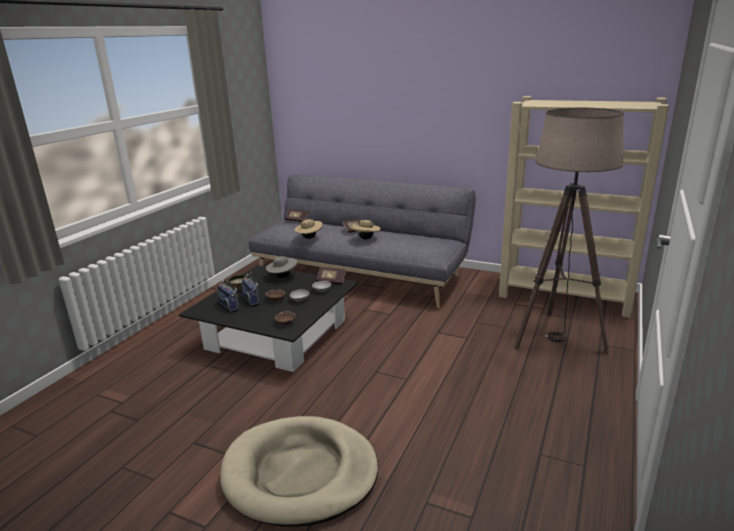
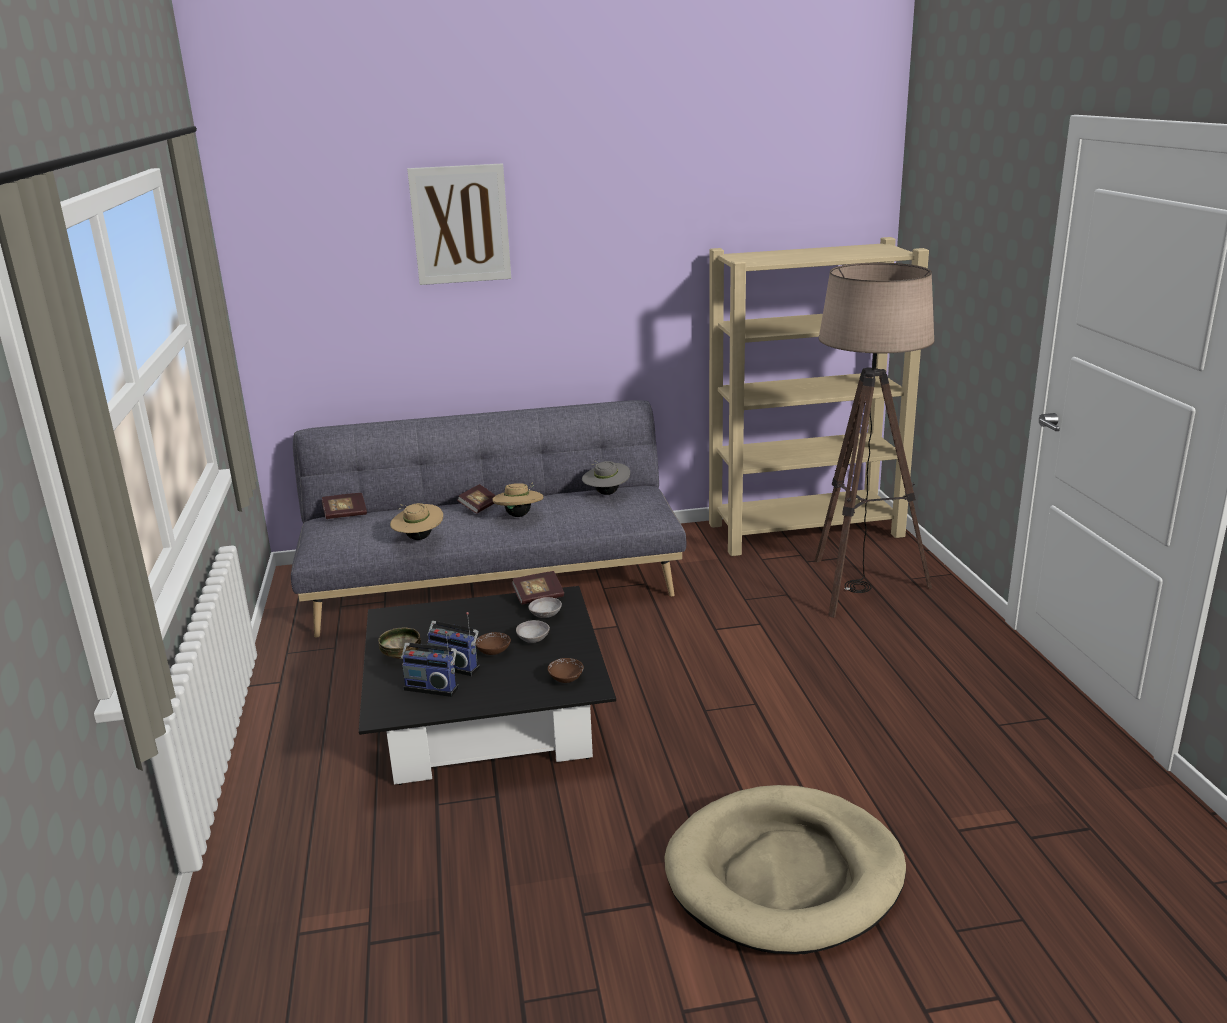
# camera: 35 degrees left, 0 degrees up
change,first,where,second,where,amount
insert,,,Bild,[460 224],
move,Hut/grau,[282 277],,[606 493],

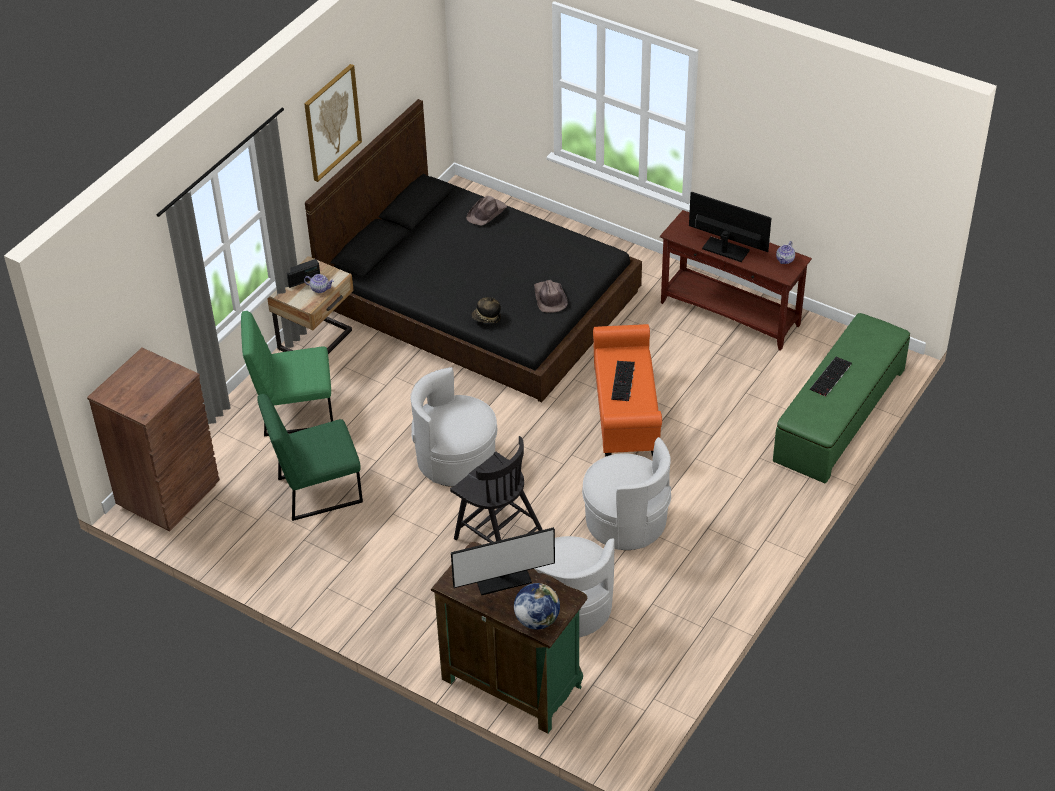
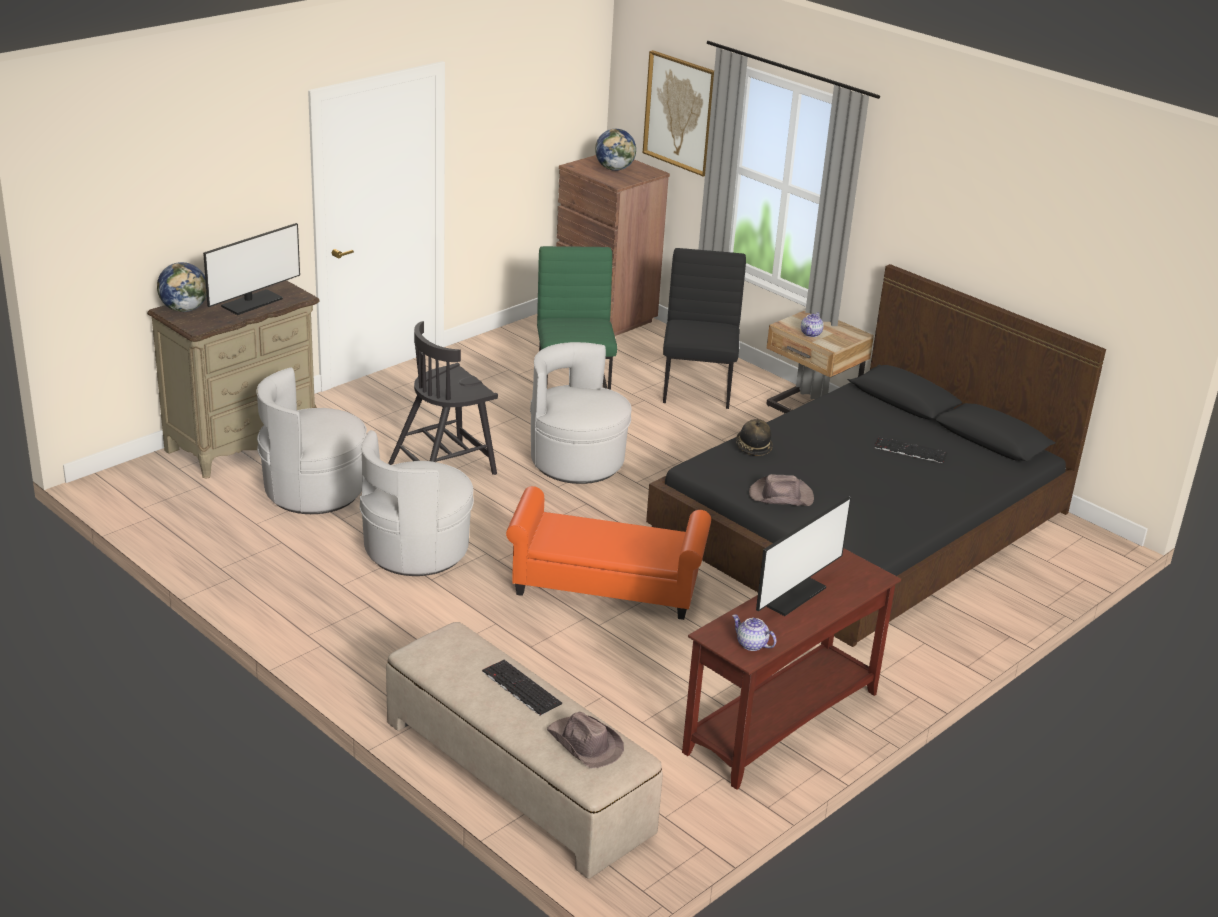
# camera: 100 degrees right, 15 degrees down
change,first,where,second,where,amount
delete,Radio,[303 280],,,
insert,,,Globus,[614 169],
move,Bild,[332 122],,[680 112],
move,Hut/braun,[487 213],,[584 744],
move,Tastatur,[623 381],,[909 450],
recolor,Stuhl/grün,[294 411],Stuhl/schwarz,[698 386],
recolor,Kommode/grün,[513 681],Kommode/beige,[245 444],
recolor,Bank/grün,[840 415],Bank/beige,[515 775],
rotate,Sessel/weiß,[456 461],,[577 462],75 degrees counterclockwise
rotate,Monitor,[503 580],,[252 303],135 degrees counterclockwise

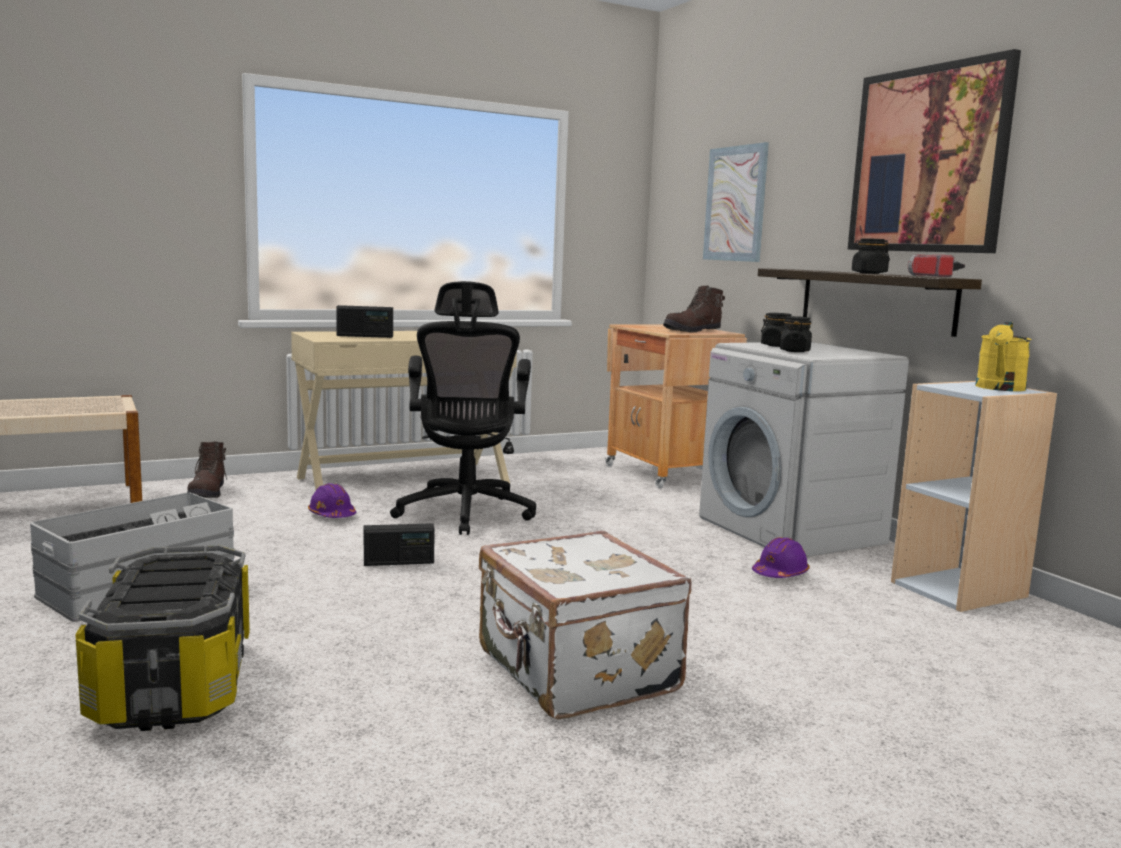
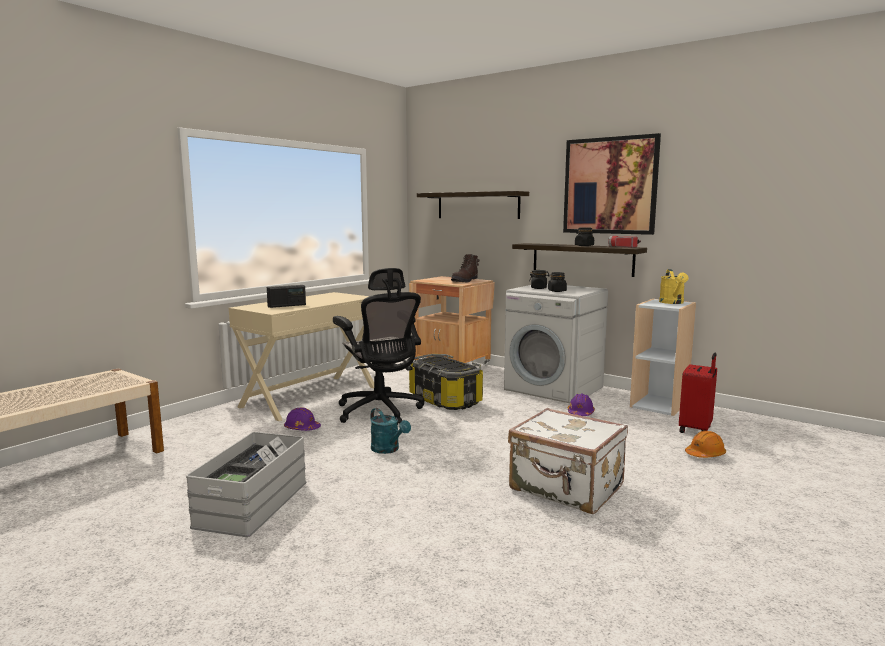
# camera: 25 degrees left, 0 degrees up
change,first,where,second,where,amount
delete,Stiefel/braun,[208 493],,,
insert,,,Koffer/rot,[696 429],
insert,,,Schutzhelm/orange,[705 454],
move,Aufbewahrungsbox,[172 683],,[445 400],
replace,Radio,[398 562],Gießkanne/türkis,[388 450],
replace,Bild,[735 204],Wandregal,[477 205],

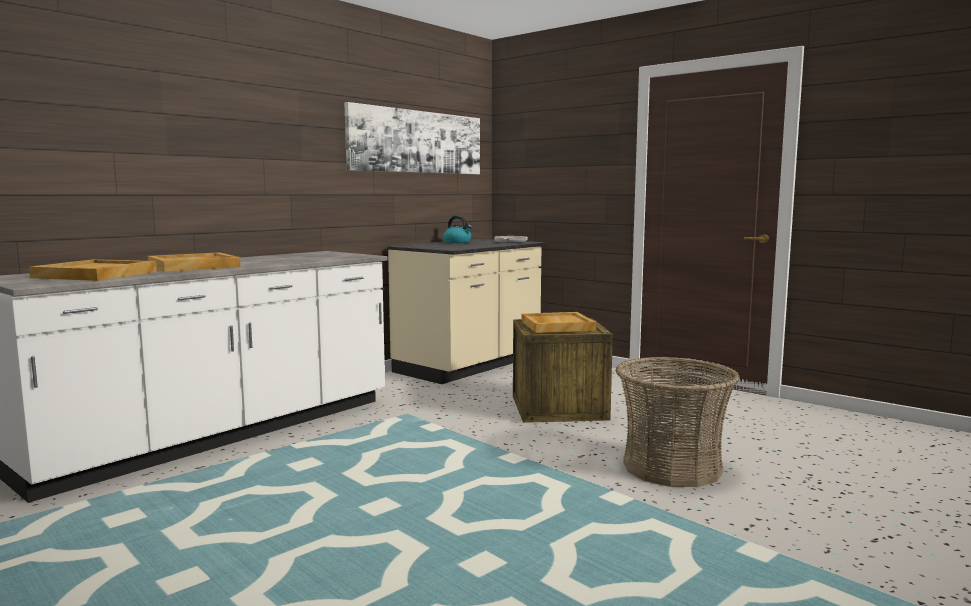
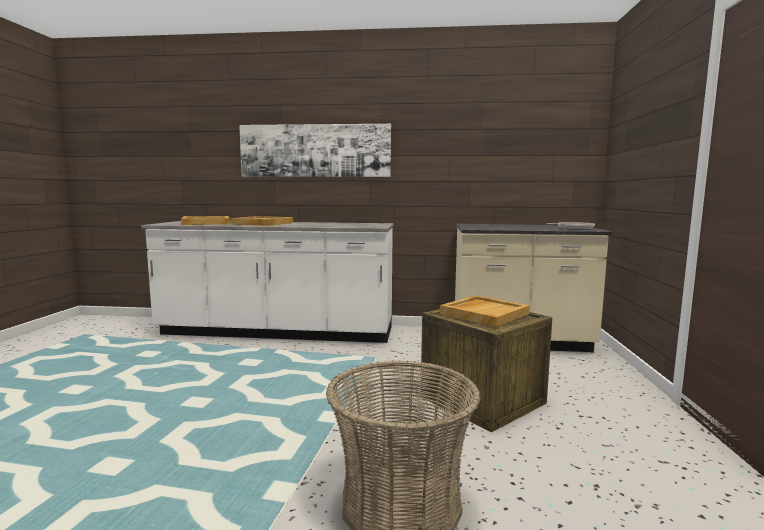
# camera: 55 degrees right, 0 degrees up
change,first,where,second,where,amount
delete,Wasserkessel,[458 242],,,
move,Bild,[417 142],,[315 151],

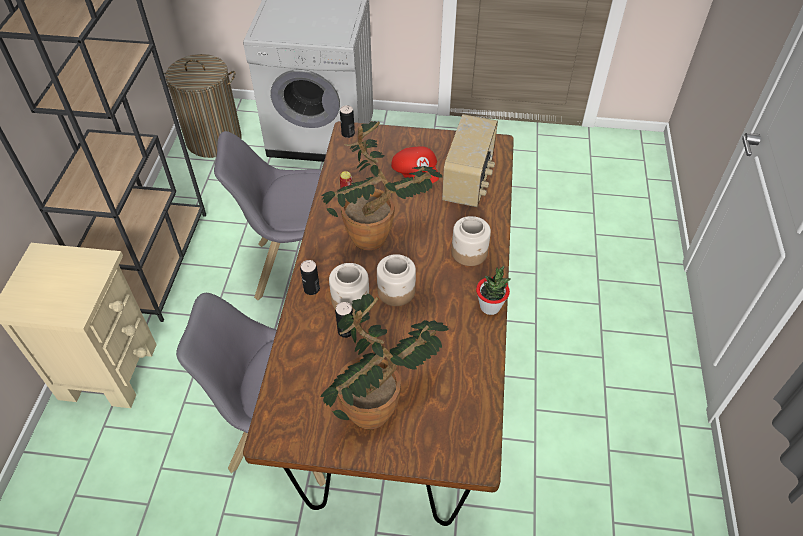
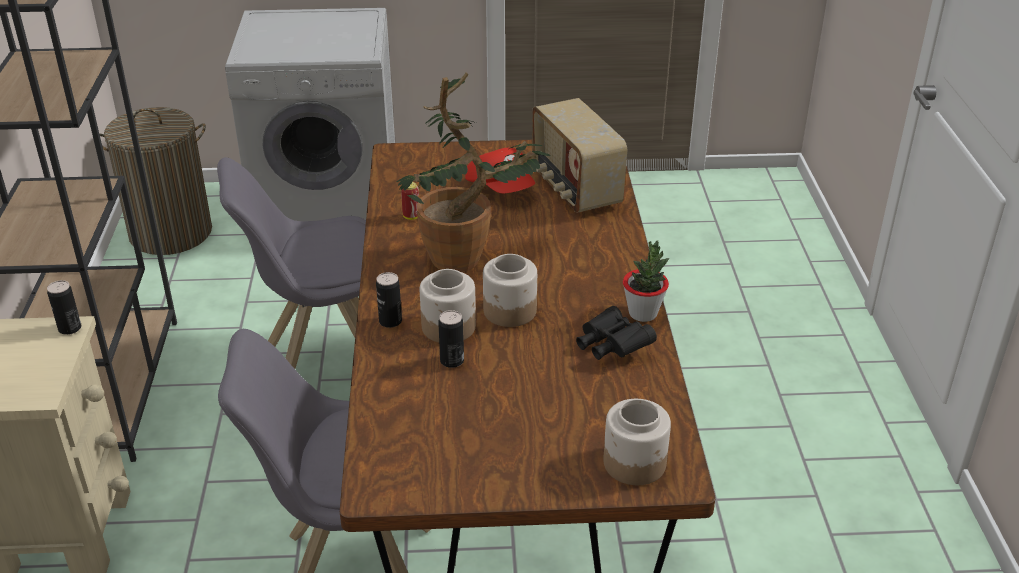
# camera: 10 degrees left, 15 degrees down
change,first,where,second,where,amount
delete,Topfpflanze,[381 407],,,
insert,,,Fernglas/schwarz,[611 346],
move,Dose,[348 134],,[70 328],
move,Vorratsglas,[469 252],,[635 463],
rotate,Radio,[469 182],,[574 189],150 degrees clockwise

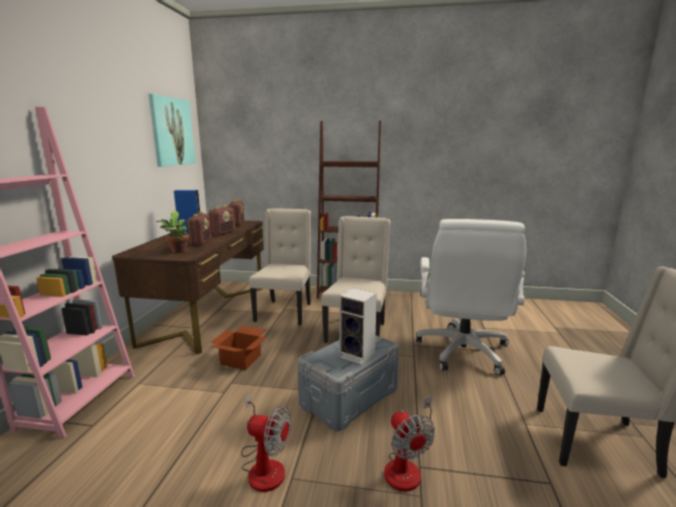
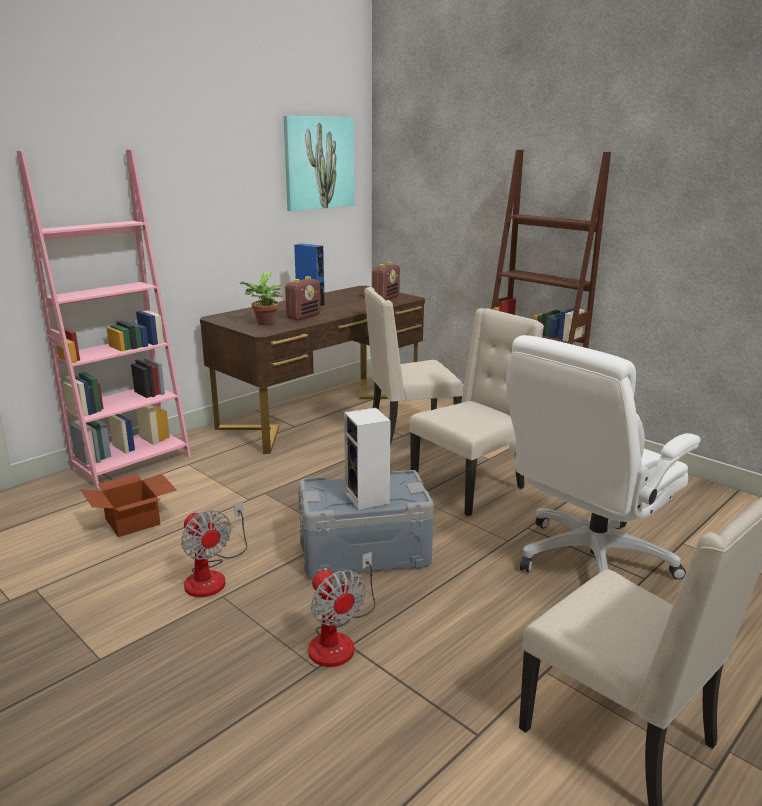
# camera: 35 degrees right, 5 degrees up
change,first,where,second,where,amount
delete,Radio,[223 233],,,
move,Karton,[242 359],,[134 521],
rotate,Stuhl/beige,[284 312],,[409 435],150 degrees counterclockwise
rotate,Ventilator,[407 466],,[338 639],45 degrees counterclockwise

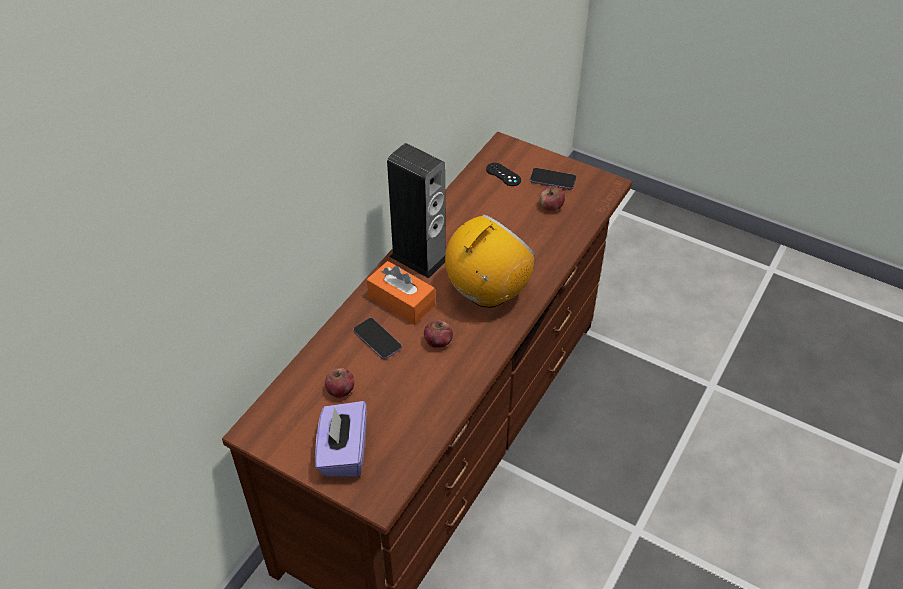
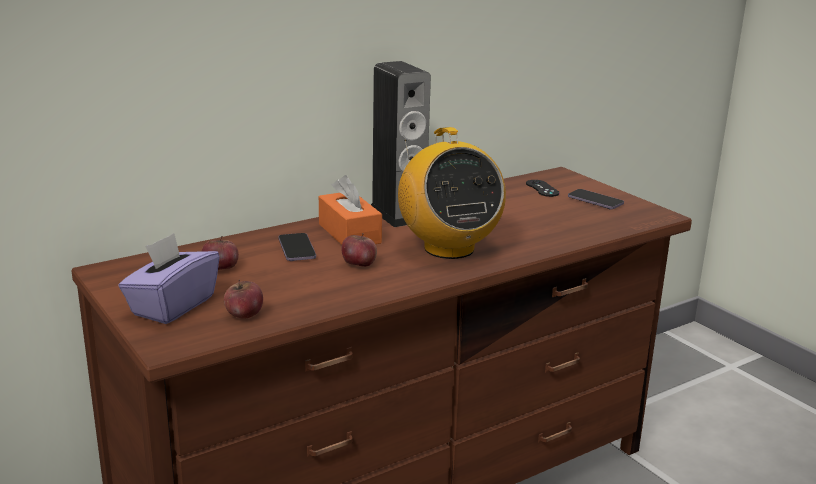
# camera: 25 degrees right, 25 degrees down
change,first,where,second,where,amount
move,Apfel,[551 206],,[244 315],
rotate,Radio,[487 292],,[448 248],90 degrees clockwise

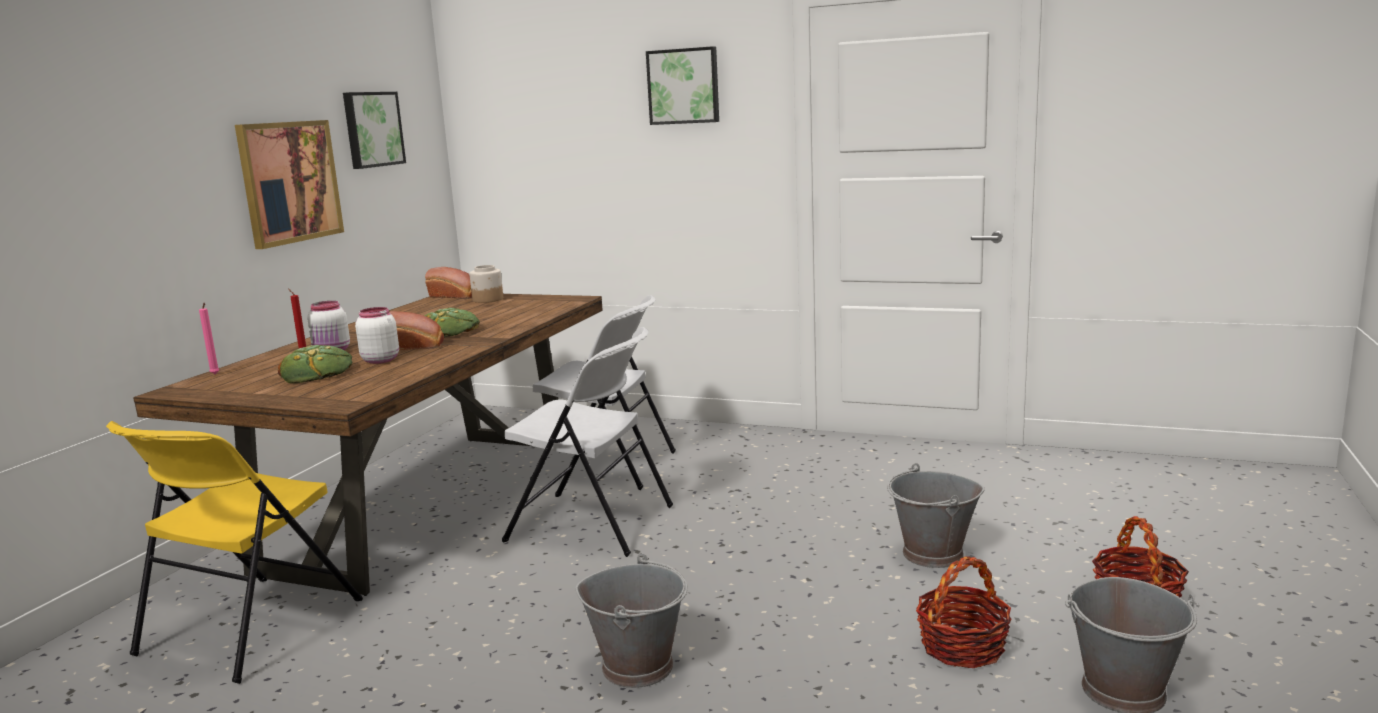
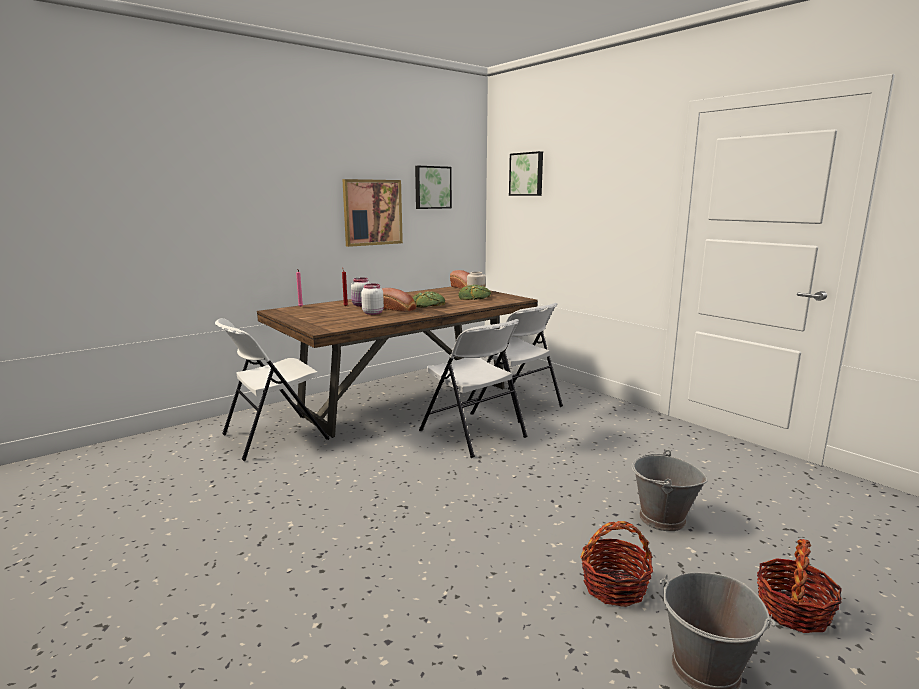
# camera: 30 degrees right, 0 degrees up
change,first,where,second,where,amount
delete,Eimer/grau,[638 666],,,
move,Brot,[317 372],,[474 297],
move,Bild,[684 86],,[527 174],
recolor,Stuhl/gelb,[250 626],Stuhl/weiß,[275 436],

